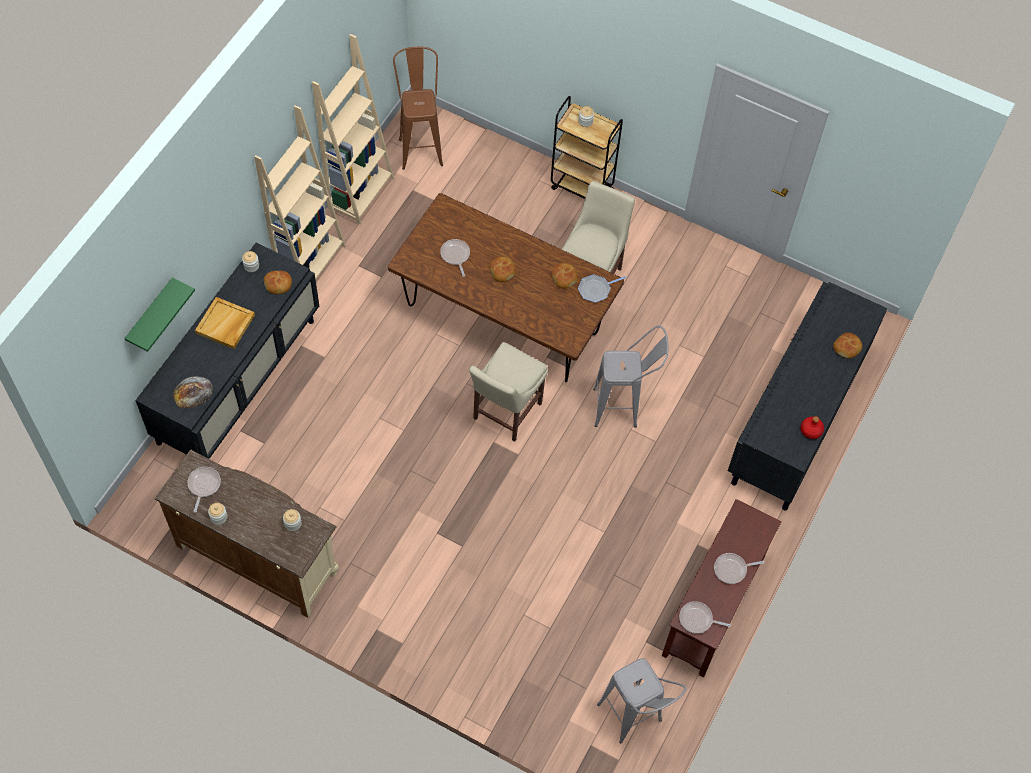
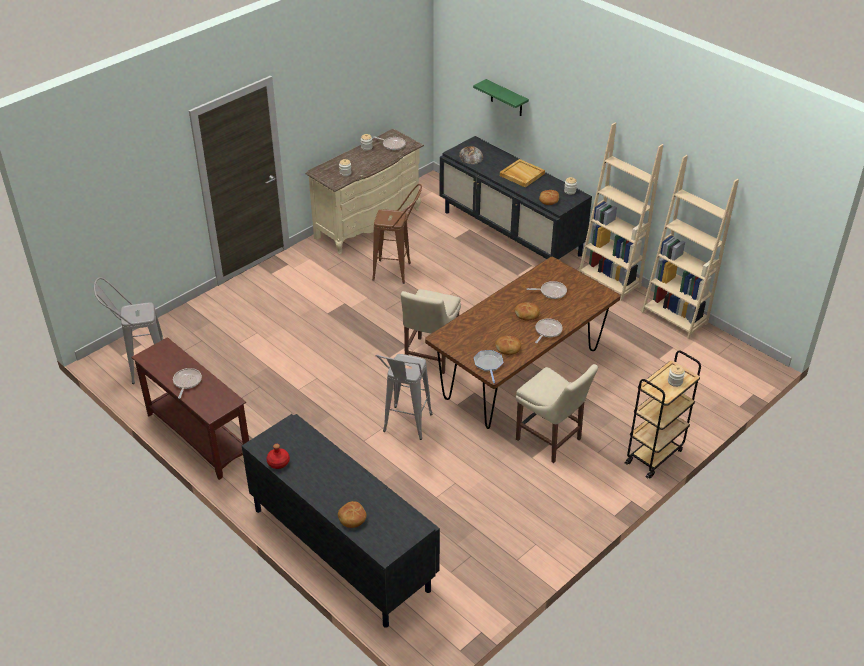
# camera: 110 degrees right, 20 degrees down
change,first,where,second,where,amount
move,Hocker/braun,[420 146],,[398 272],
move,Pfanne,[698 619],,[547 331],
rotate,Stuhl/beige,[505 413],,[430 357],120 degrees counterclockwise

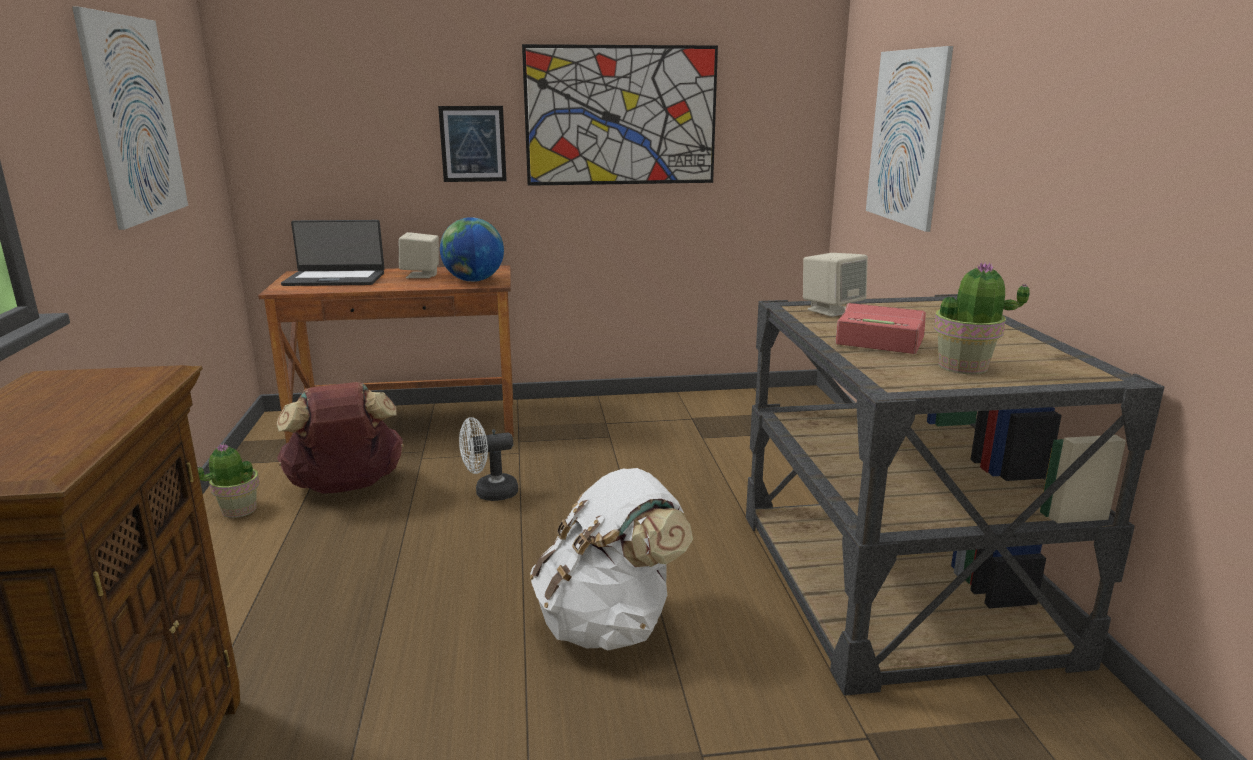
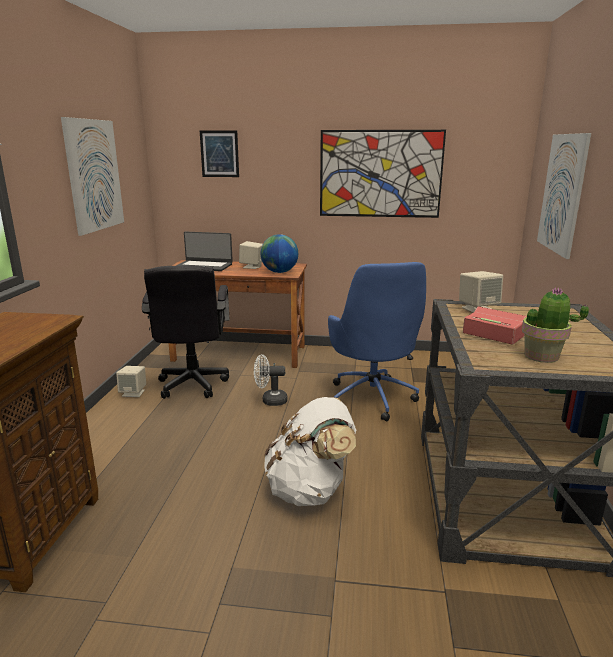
# camera: 15 degrees right, 0 degrees up
change,first,where,second,where,amount
insert,,,Bürostuhl/blau,[372 398],
move,Bild,[473 144],,[219 154],
replace,Topfpflanze,[238 510],Lautsprecher/beige,[133 393],
replace,Rucksack/braun,[346 487],Bürostuhl/schwarz,[193 387],

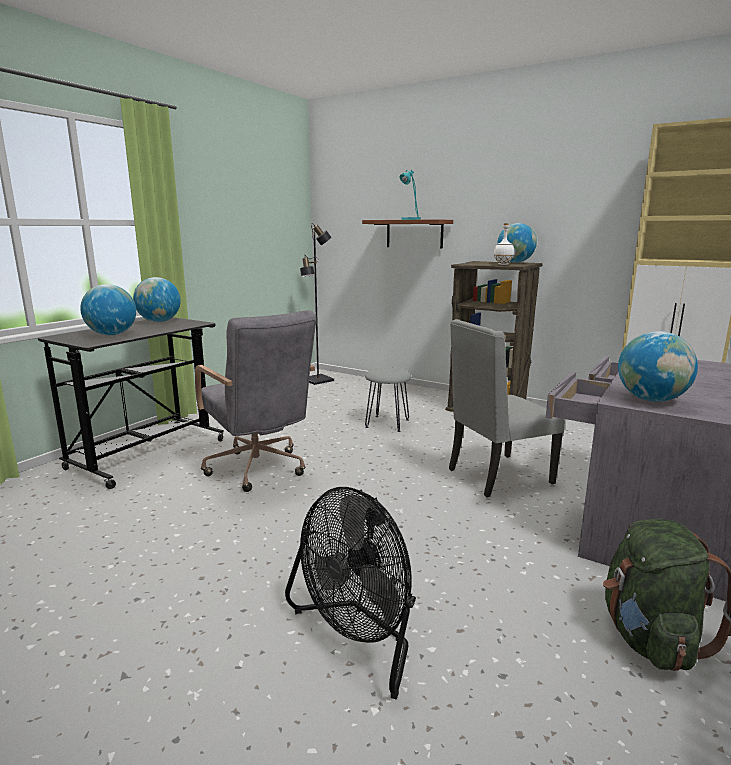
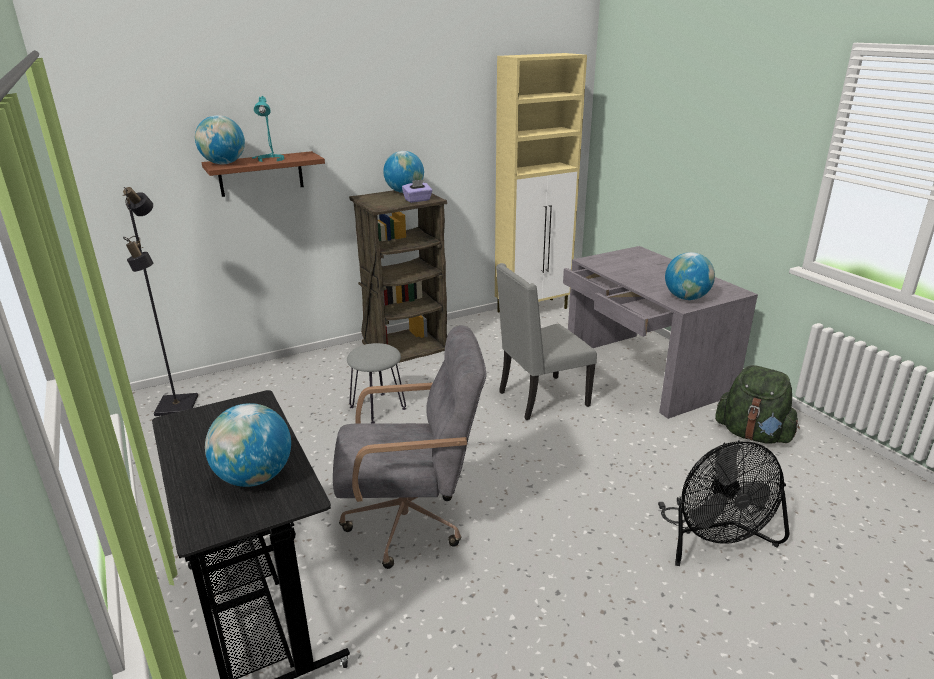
# camera: 60 degrees left, 10 degrees up
change,first,where,second,where,amount
move,Globus,[159 321],,[224 164],
replace,Flasche/weiß,[503 264],Taschentuchbox/lila,[417 200],
rotate,Stuhl/grau,[497 476],,[541 399],60 degrees clockwise

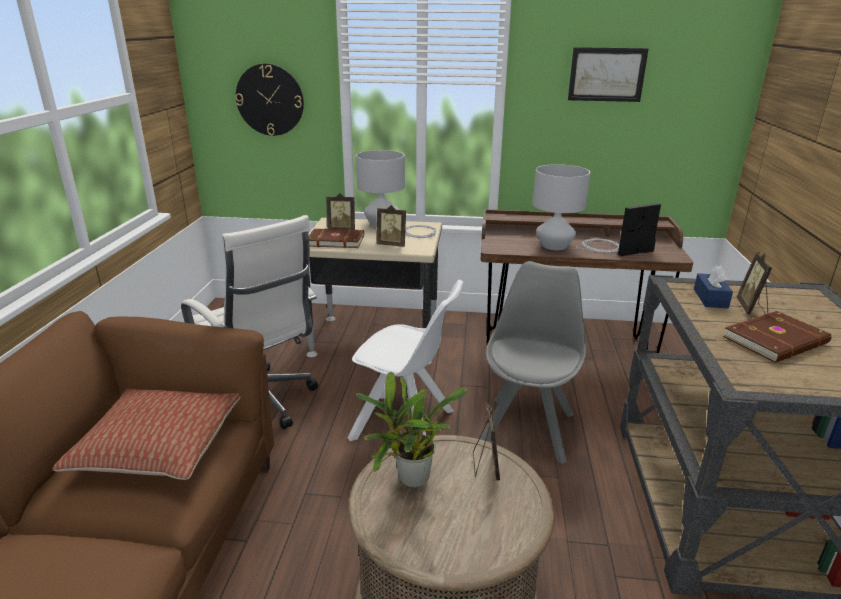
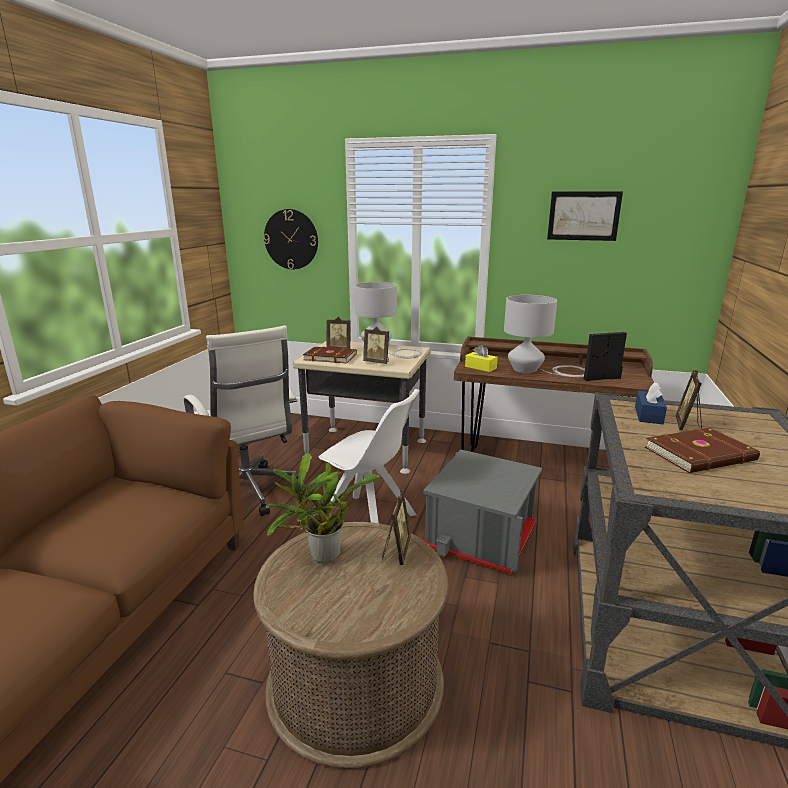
# camera: 10 degrees right, 5 degrees down
change,first,where,second,where,amount
delete,Kissen,[159 447],,,
insert,,,Taschentuchbox/gelb,[480 367],
replace,Stuhl/grau,[528 426],Aufbewahrungsbox/grau,[482 535],

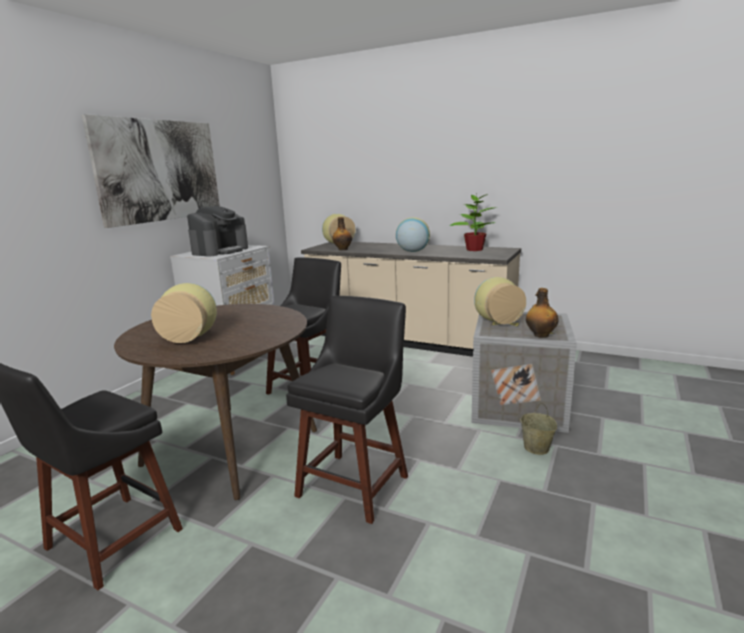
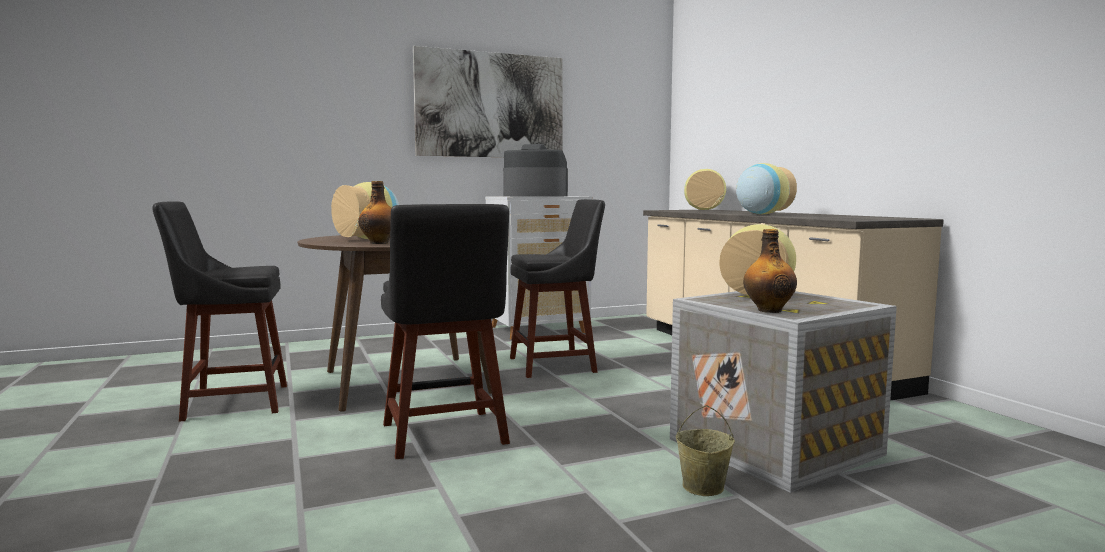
# camera: 40 degrees right, 10 degrees down
change,first,where,second,where,amount
delete,Topfpflanze,[474 249],,,
move,Flasche,[343 249],,[379 243],
rotate,Kaffeemaschine,[220 251],,[535 196],150 degrees counterclockwise
rotate,Stuhl/schwarz,[356 482],,[445 436],90 degrees clockwise

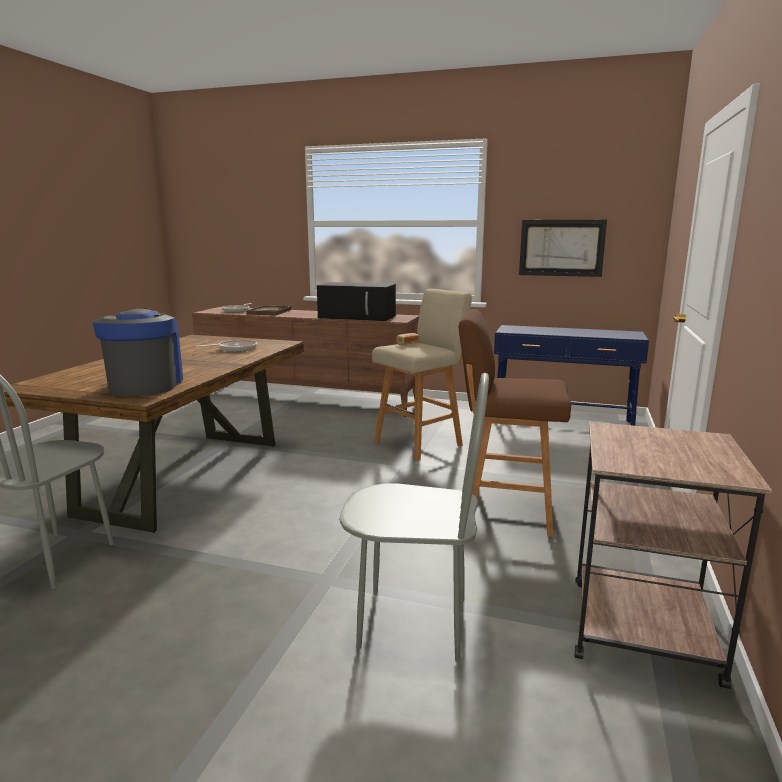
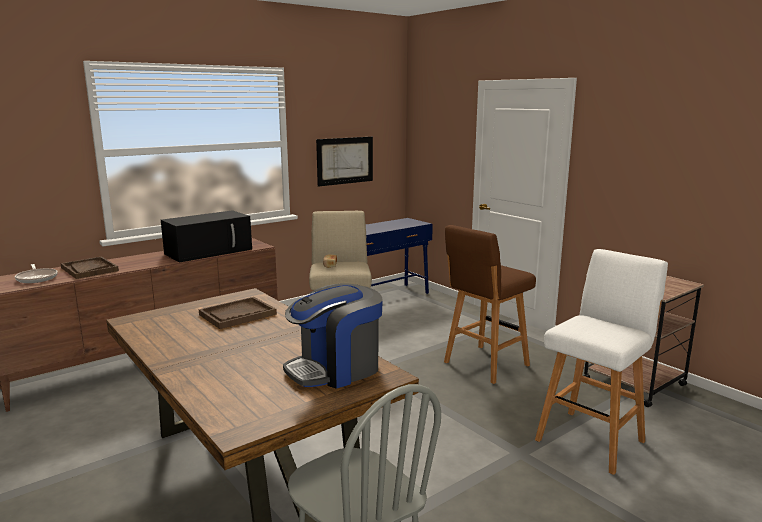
# camera: 55 degrees left, 0 degrees up
change,first,where,second,where,amount
replace,Pfanne,[235 349],Tablett/braun,[237 314],
replace,Stuhl/grau,[413 623],Hocker/weiß,[591 439],
rotate,Kaffeemaschine,[145 385],,[335 369],60 degrees counterclockwise

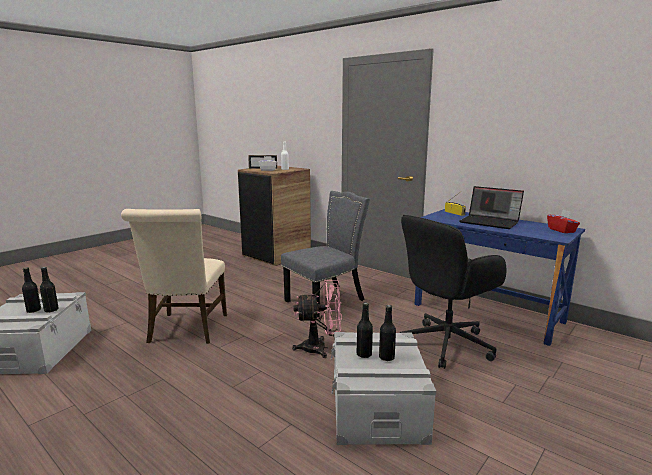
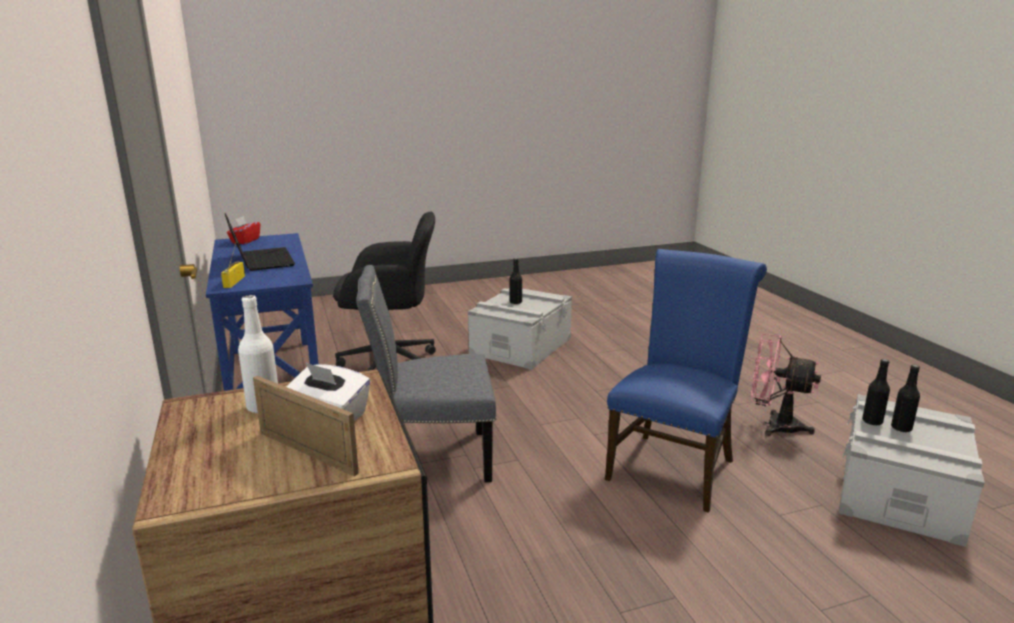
# camera: 150 degrees left, 5 degrees up
change,first,where,second,where,amount
delete,Flasche/schwarz,[364 354],,,
move,Ventilator/rosa,[320 348],,[774 425],
recolor,Stuhl/beige,[186 330],Stuhl/blau,[674 466],

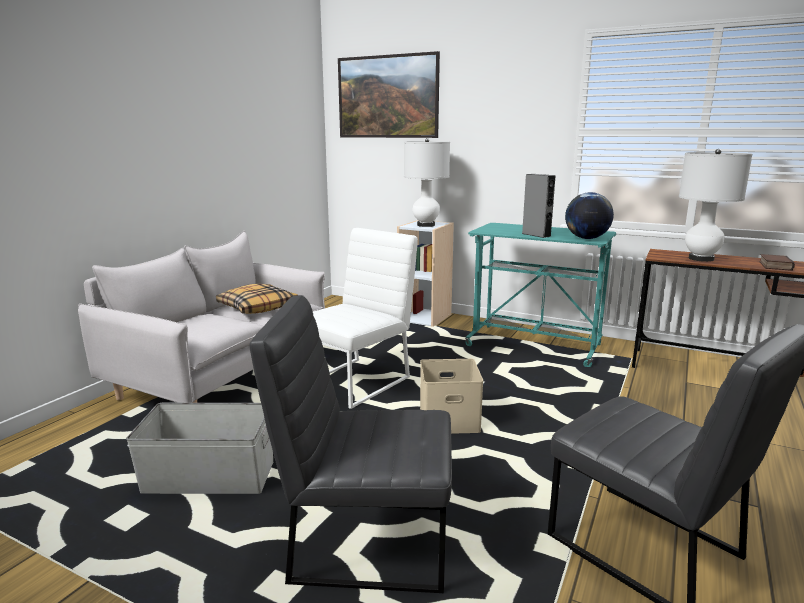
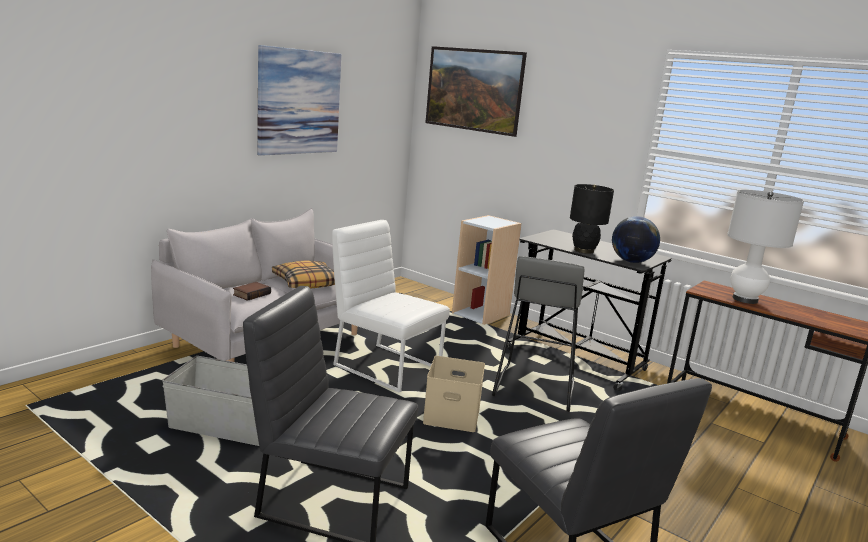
# camera: 10 degrees right, 0 degrees up
change,first,where,second,where,amount
delete,Tischlampe/weiß,[425 225],,,
insert,,,Bild,[299 102],
insert,,,Hocker/grau,[533 388],
move,Buch,[774 266],,[251 294],
replace,Lautsprecher/grau,[536 235],Tischlampe/schwarz,[584 250],
recolor,Schreibtisch/türkis,[534 345],Schreibtisch/schwarz,[576 360],
rotate,Stuhl/weiß,[357 382],,[385 366],105 degrees counterclockwise

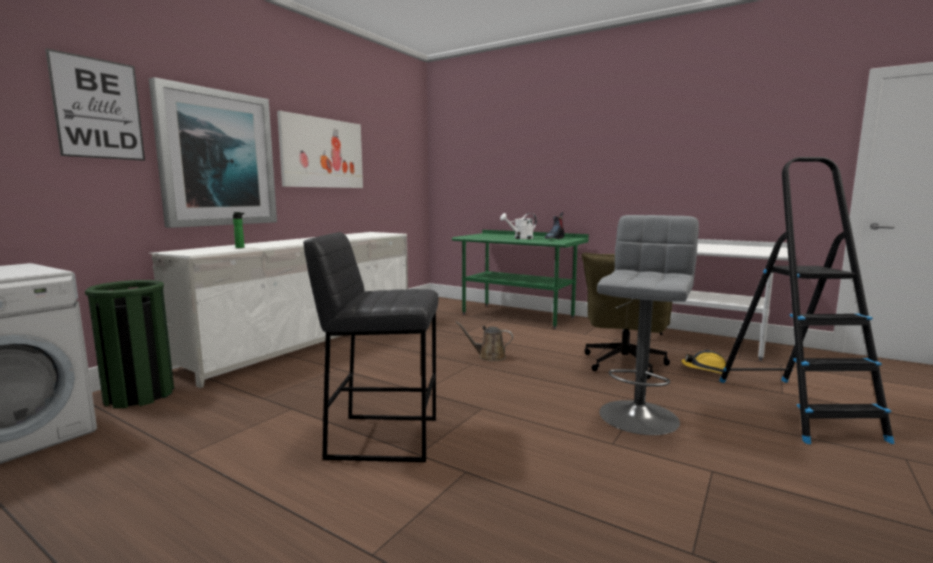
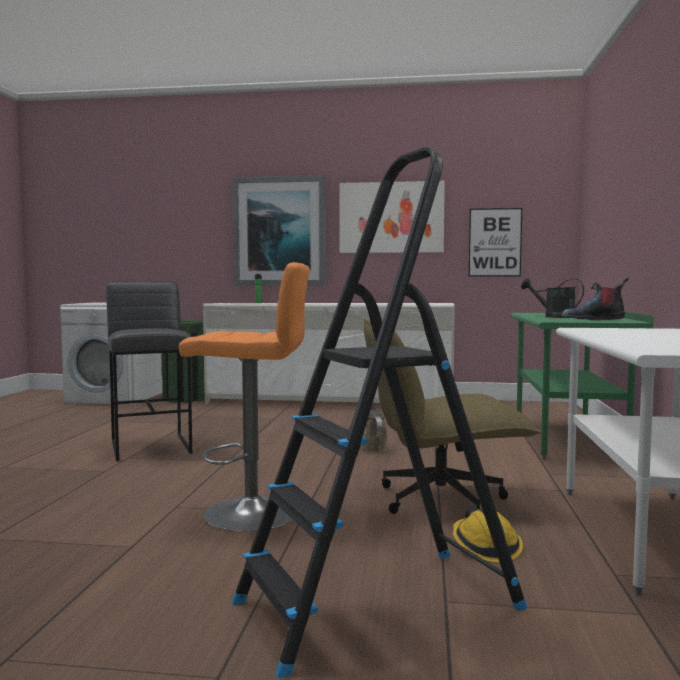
# camera: 65 degrees right, 5 degrees down
change,first,where,second,where,amount
move,Bild,[98 109],,[495 242],
recolor,Gießkanne/weiß,[520 238],Gießkanne/schwarz,[553 317],
recolor,Hocker/grau,[639 417],Hocker/orange,[252 514],

